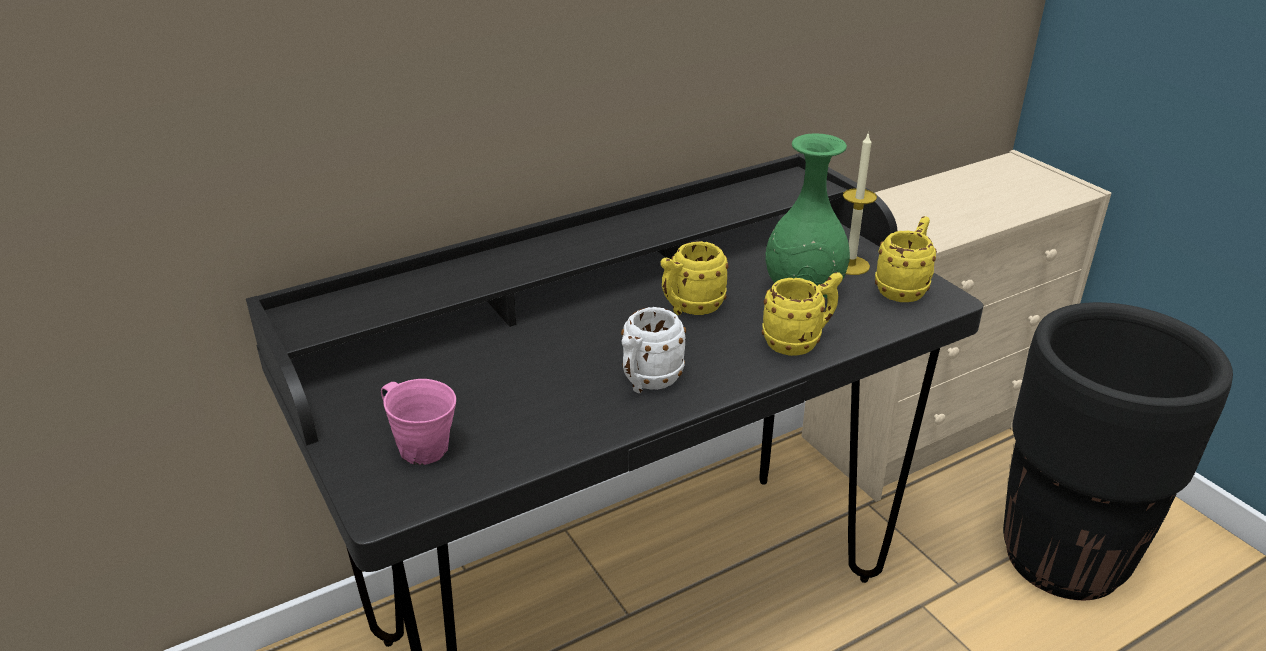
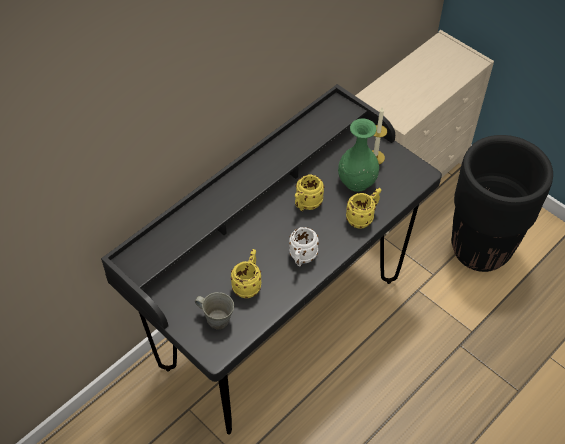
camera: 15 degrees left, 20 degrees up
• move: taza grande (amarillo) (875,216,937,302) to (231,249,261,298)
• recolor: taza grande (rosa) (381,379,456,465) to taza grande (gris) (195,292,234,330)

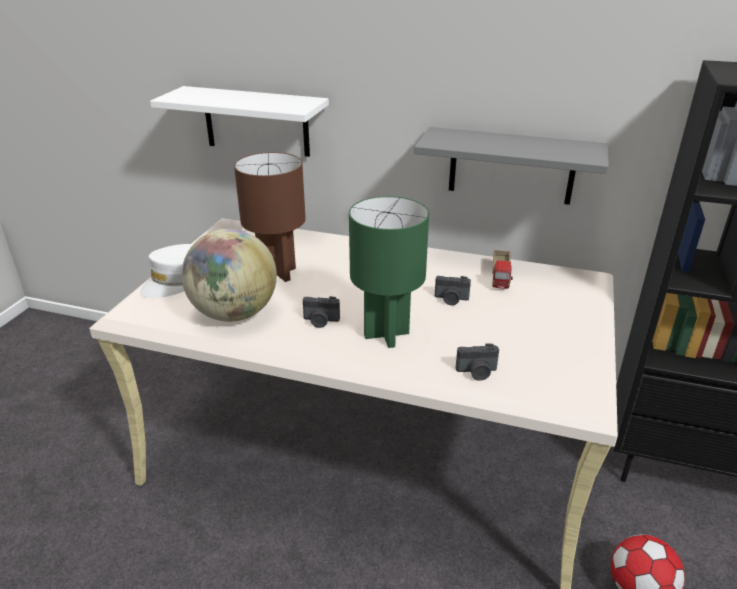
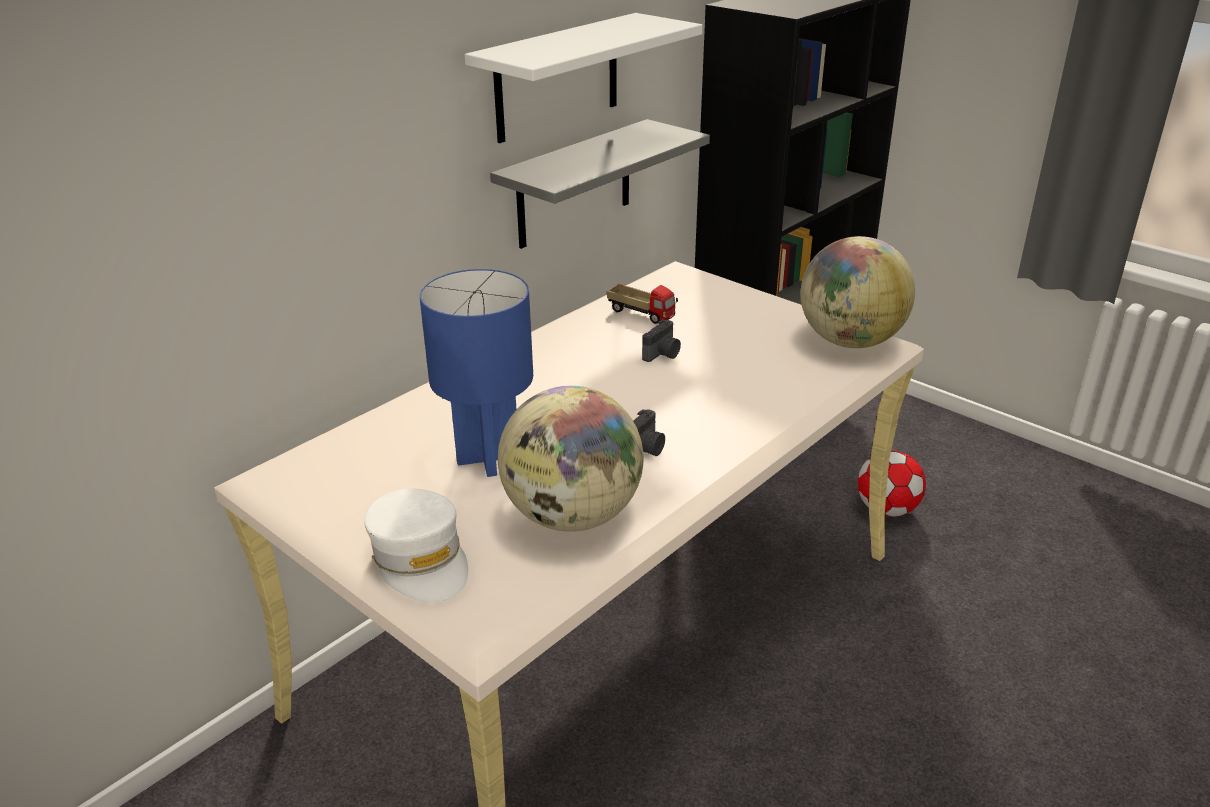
camera: 65 degrees left, 0 degrees up
• delete: lámpara de mesa (verde) (349,196,429,348)
• delete: cámara (456,343,499,381)
• insert: globo terráqueo (800,236,915,348)
• move: estante (blanco) (150,86,329,157) to (465,13,703,143)
• recolor: lámpara de mesa (marrón) (234,152,306,282) to lámpara de mesa (azul) (420,269,533,477)

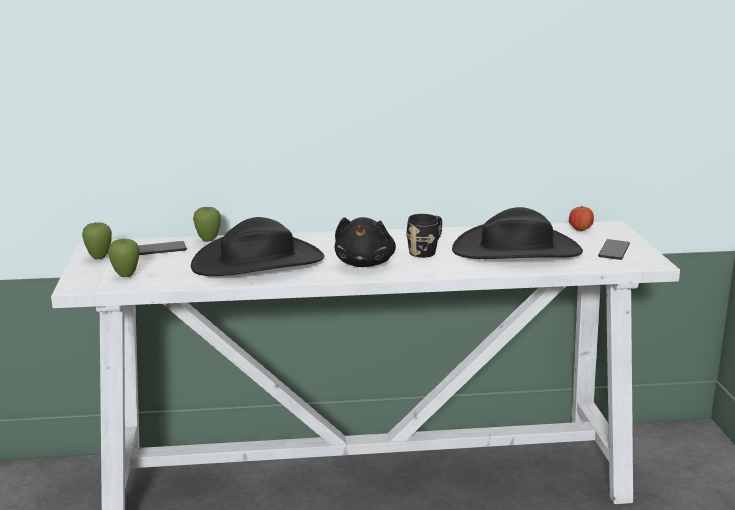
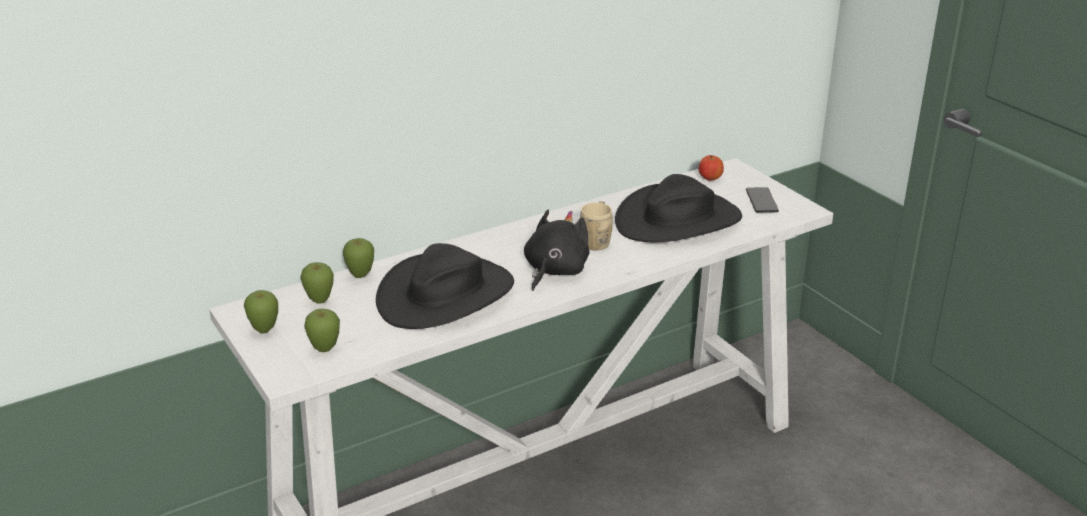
camera: 25 degrees left, 10 degrees up
• replace: móvil (139,241,187,255) to manzana (300,262,334,304)
• recolor: taza grande (negro) (406,214,442,258) to taza grande (beis) (580,201,613,251)
• rotate: peluche (negro) (335,217,396,267) = (524,210,589,291) 135 degrees counterclockwise

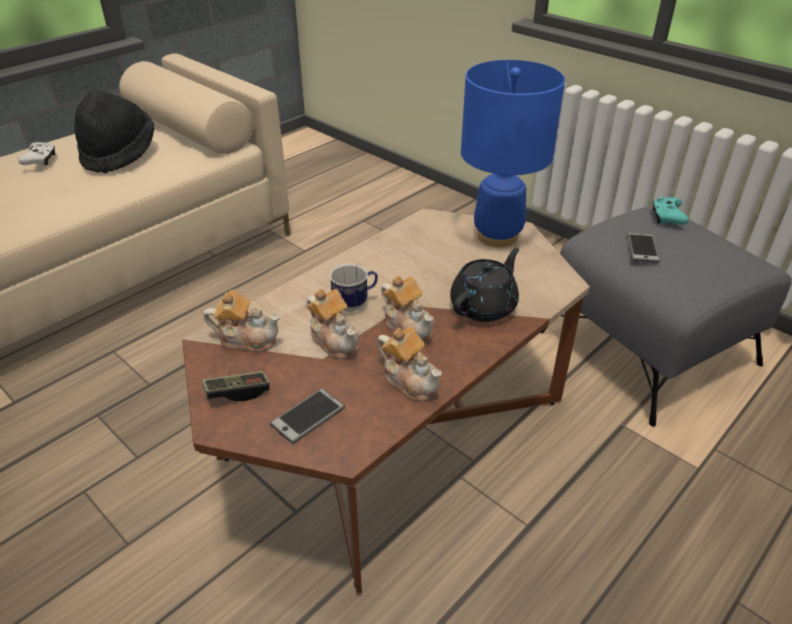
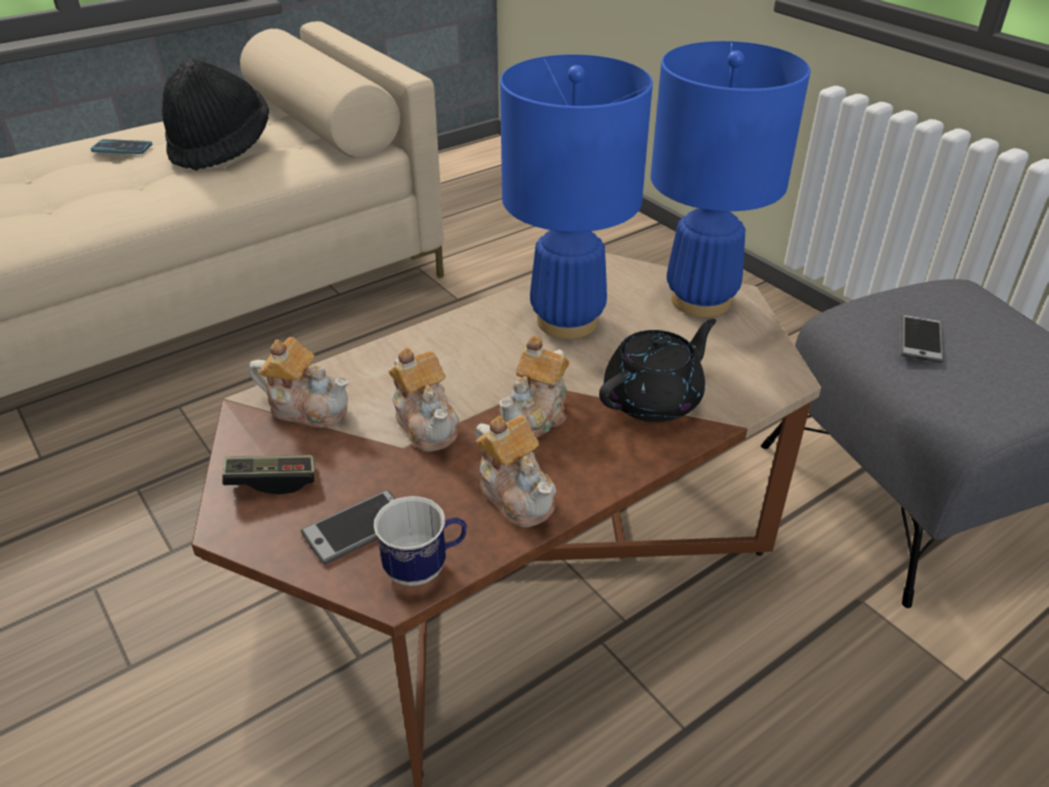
camera: 10 degrees right, 0 degrees up
• delete: mando de consola (turquesa) (653,197,689,225)
• insert: lámpara de mesa (azul) (500,55,653,339)
• move: taza grande (329,263,378,312) to (374,496,467,586)
• replace: mando de consola (blanco) (18,142,55,166) to móvil (90,139,153,154)
• rotate: tetera (381,275,434,343) = (499,336,569,438) 60 degrees clockwise

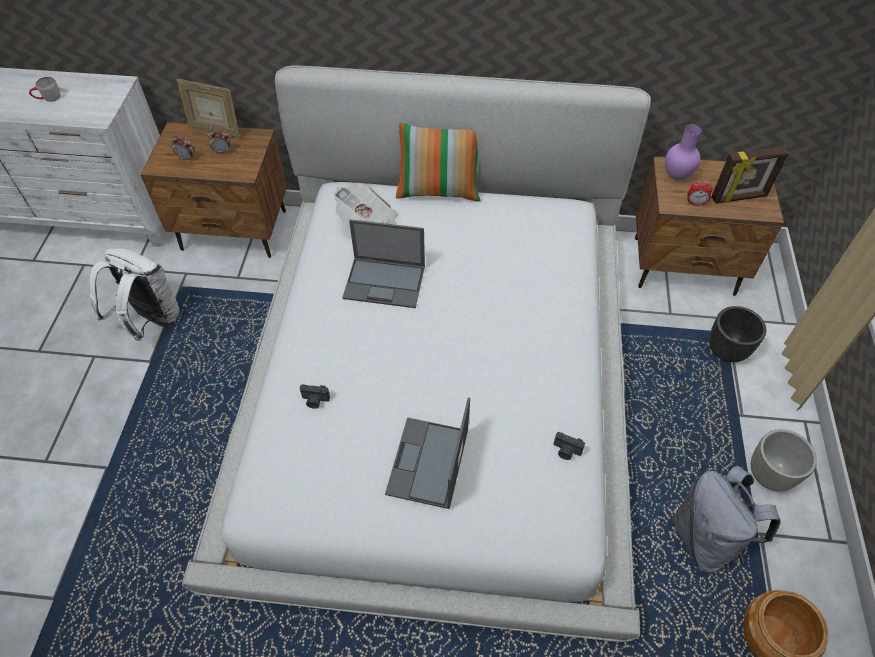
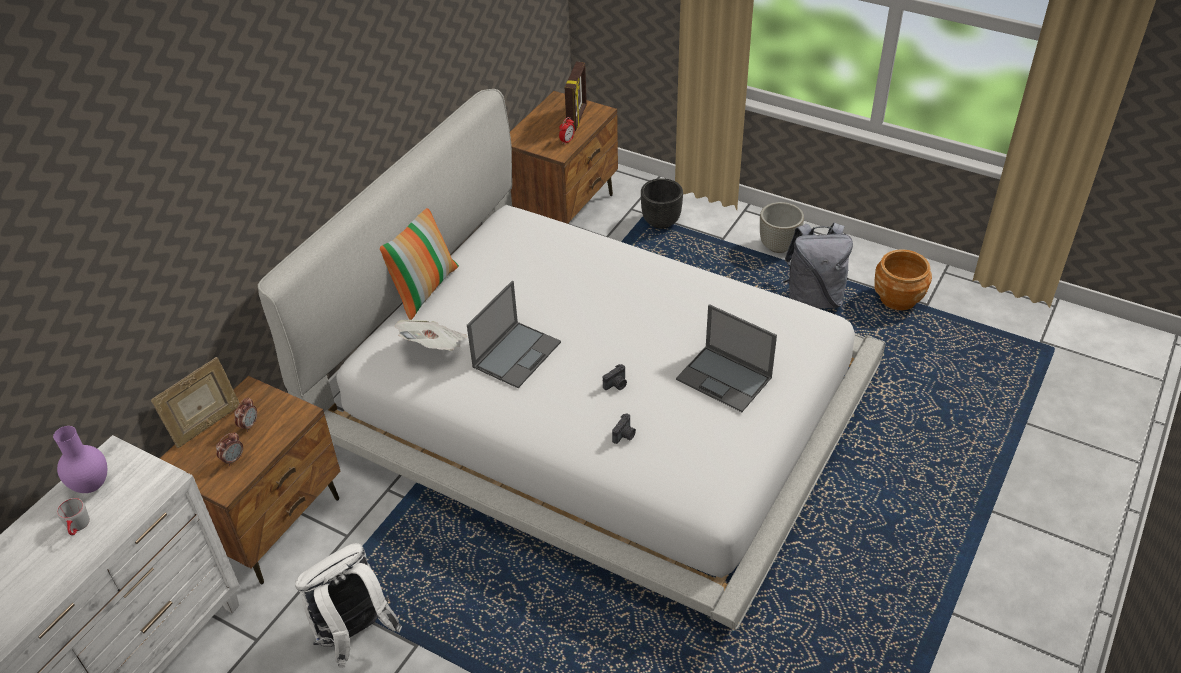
camera: 65 degrees left, 10 degrees down
• move: cámara (554,432,585,460) to (603,364,627,390)
• move: florero (morado) (665,125,701,180) to (53,426,107,493)

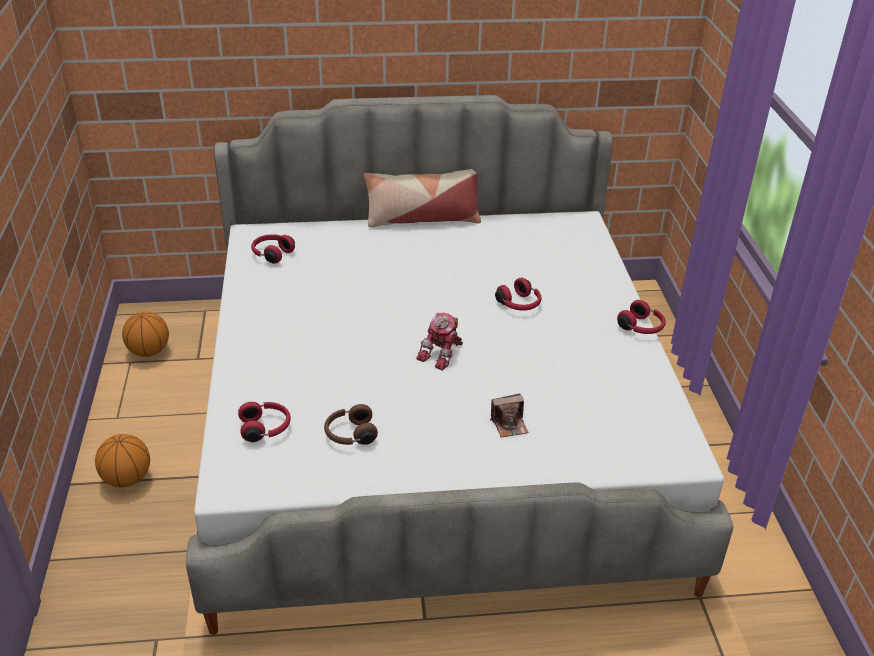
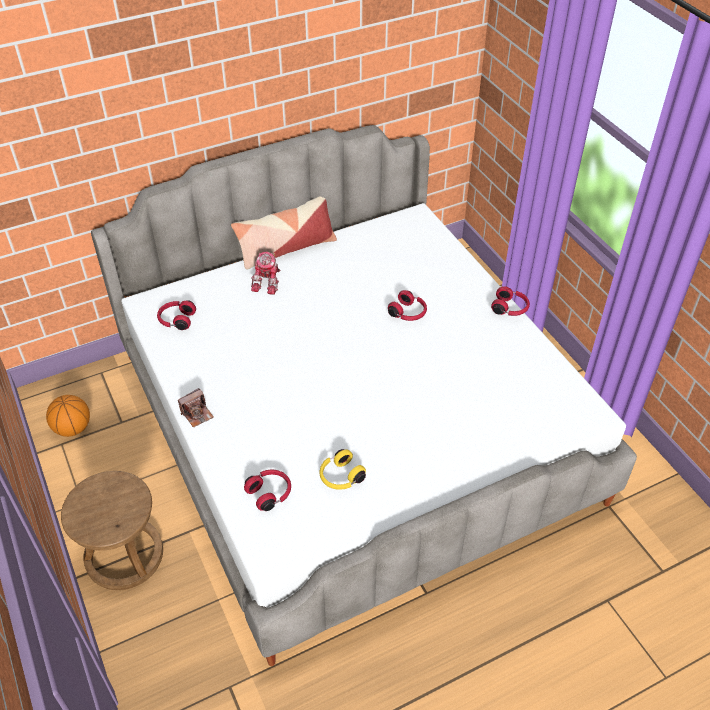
camera: 20 degrees left, 10 degrees up
• move: robot de juguete (416,313,463,371) to (251,252,280,295)
• move: cámara (490,393,529,438) to (178,388,214,428)
• replace: balón de baloncesto (95,434,150,487) to taburete (marrón) (61,471,163,590)
• recolor: auriculares (marrón) (324,404,378,445) to auriculares (amarillo) (319,449,366,490)

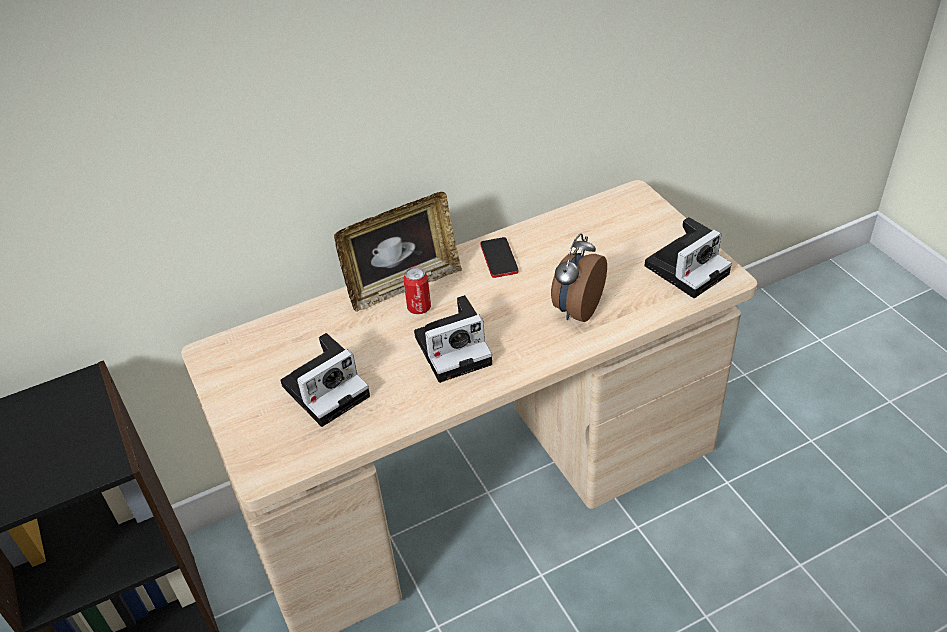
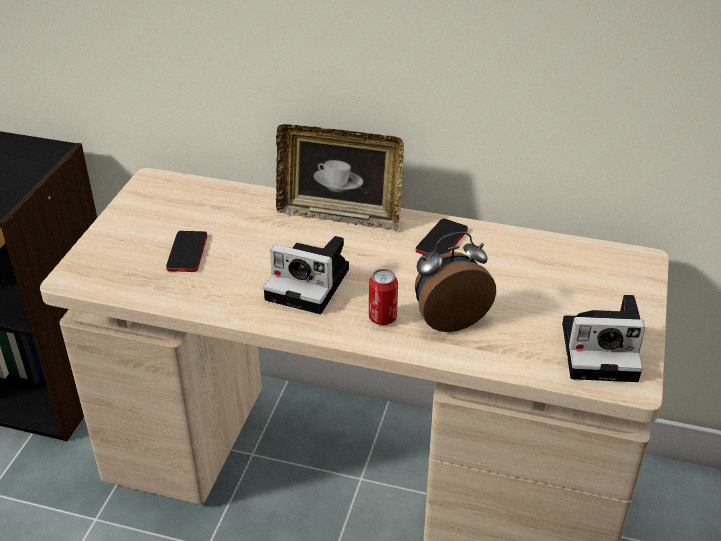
camera: 40 degrees right, 5 degrees down
• move: lata (403,266,431,314) to (369,269,398,325)
• replace: cámara (280,333,370,427) to móvil (166,231,207,272)

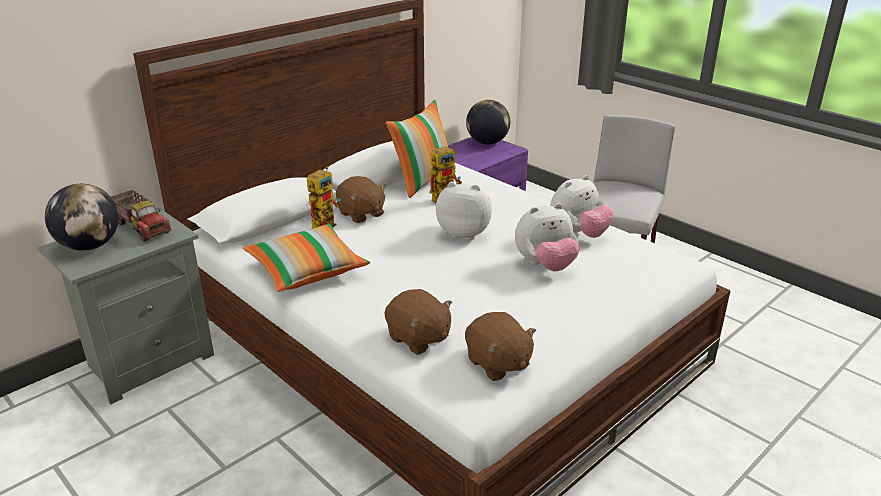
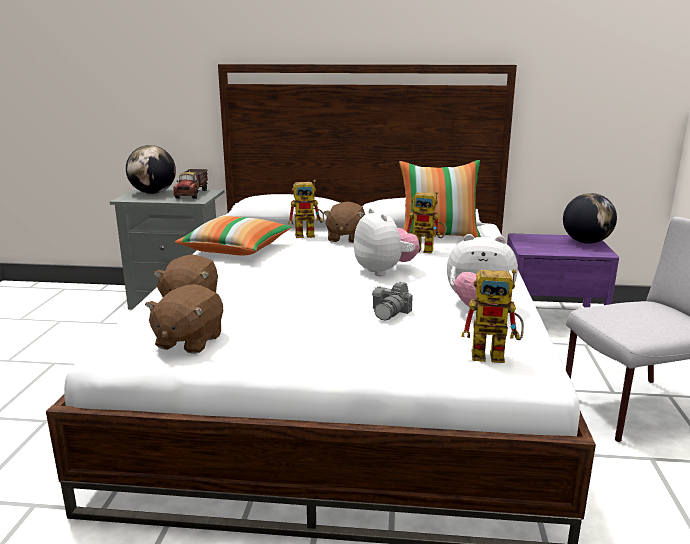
camera: 50 degrees right, 10 degrees down
• insert: robot de juguete (462,269,524,363)
• replace: peluche (515,203,579,271) to cámara (372,282,413,320)

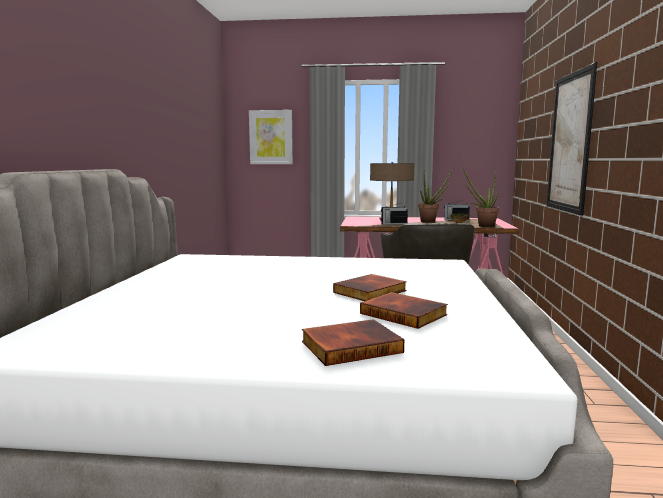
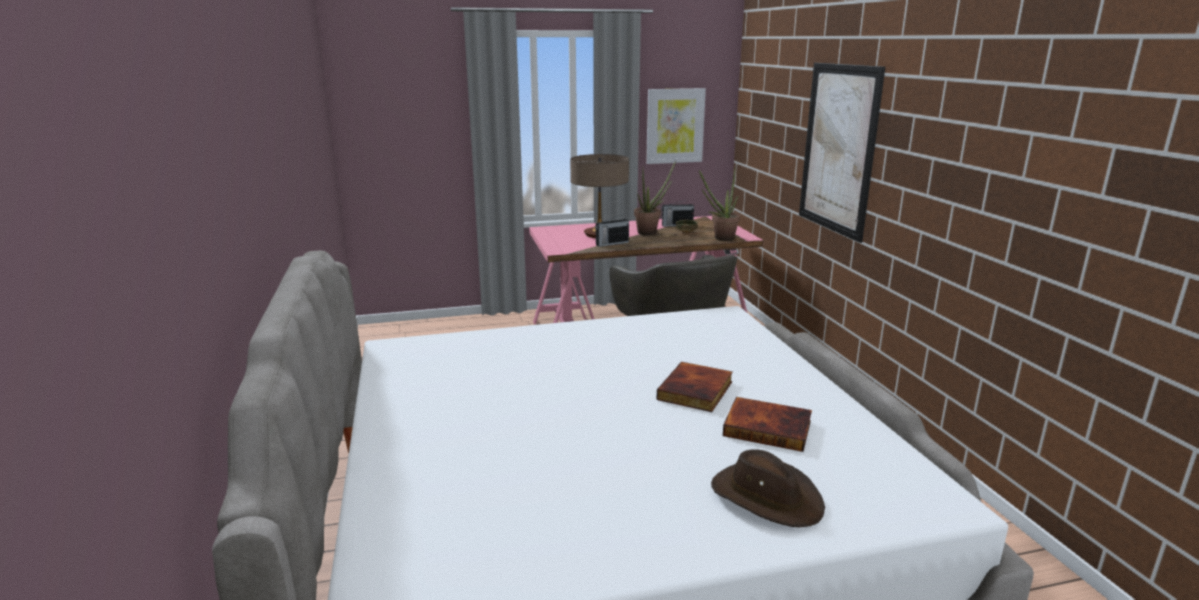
camera: 20 degrees left, 10 degrees up
• move: cuadro (249,110,293,164) to (646,88,706,164)
• replace: libro (302,319,405,366) to sombrero (marrón) (711,449,825,527)

